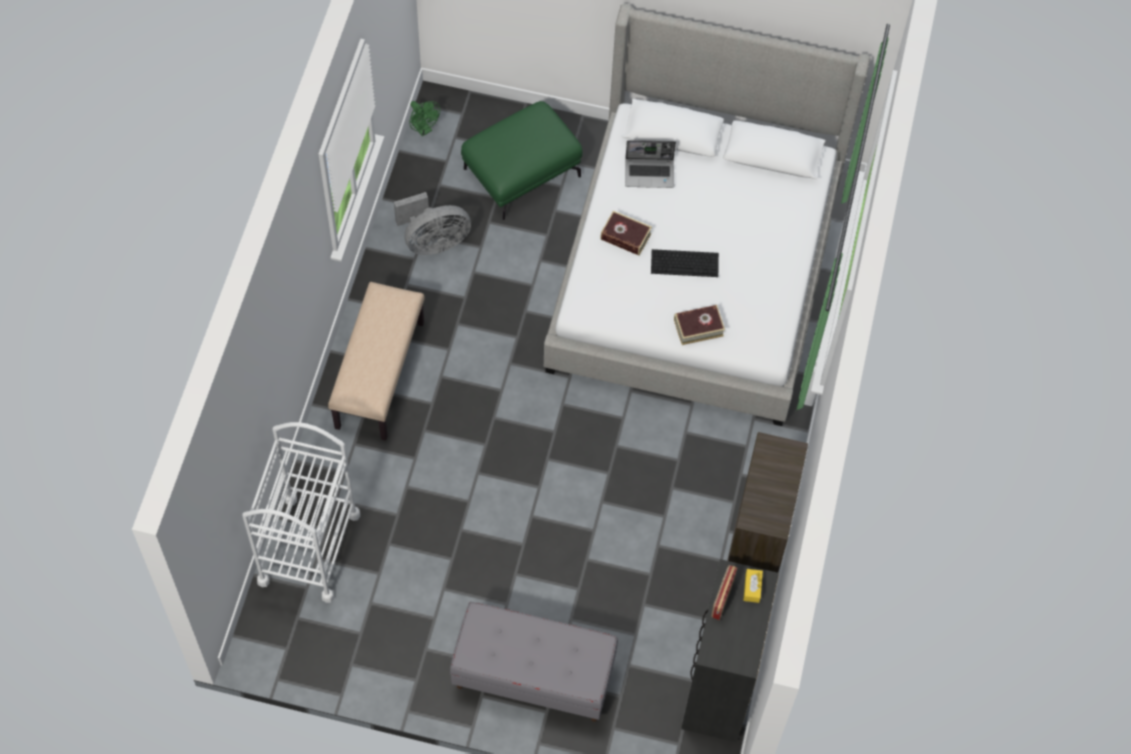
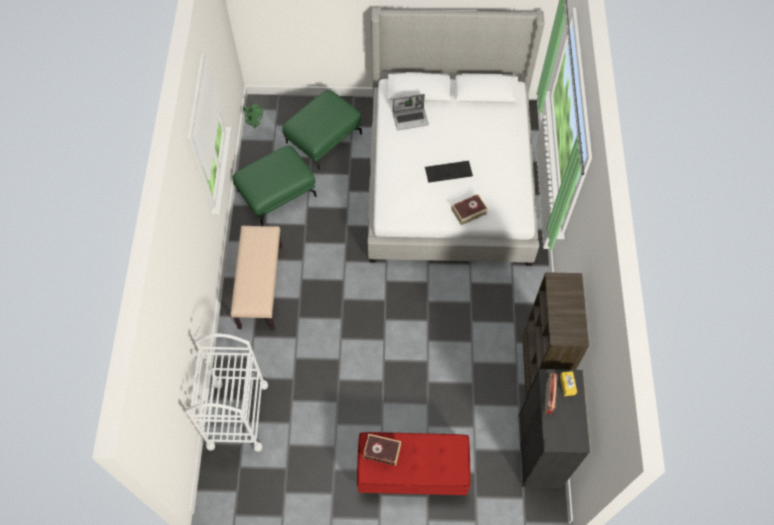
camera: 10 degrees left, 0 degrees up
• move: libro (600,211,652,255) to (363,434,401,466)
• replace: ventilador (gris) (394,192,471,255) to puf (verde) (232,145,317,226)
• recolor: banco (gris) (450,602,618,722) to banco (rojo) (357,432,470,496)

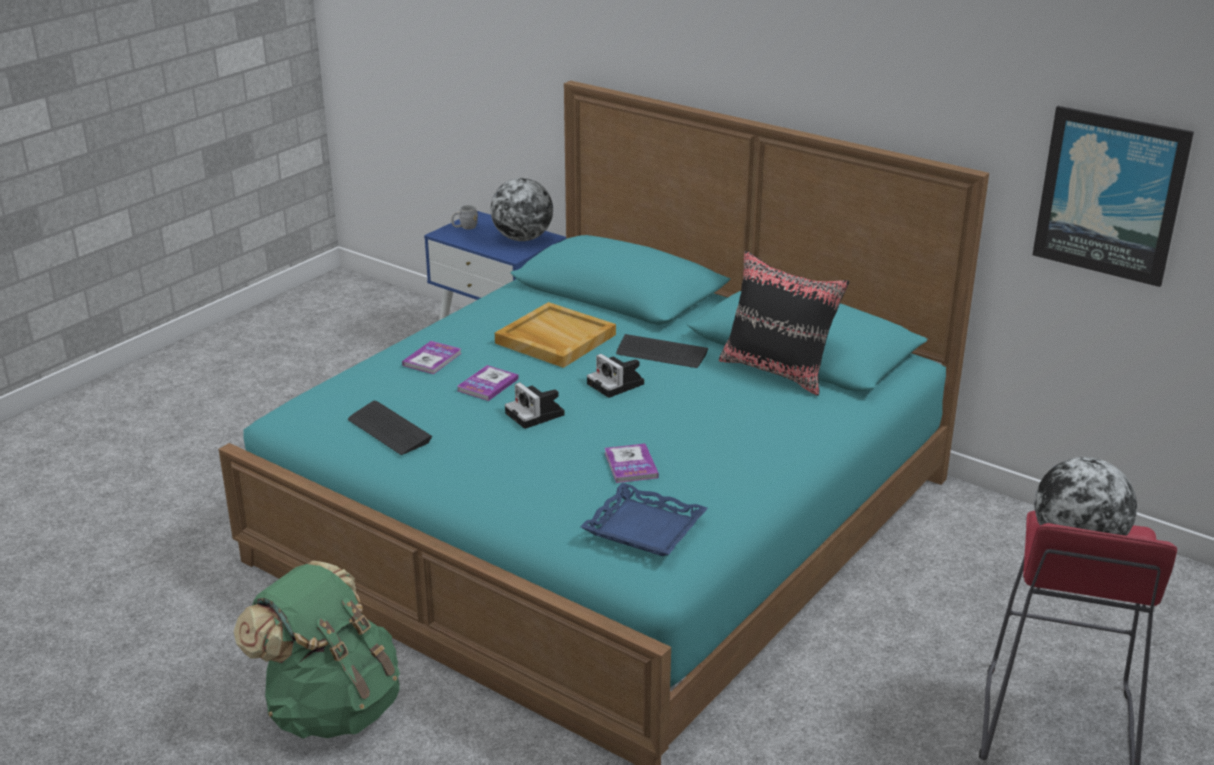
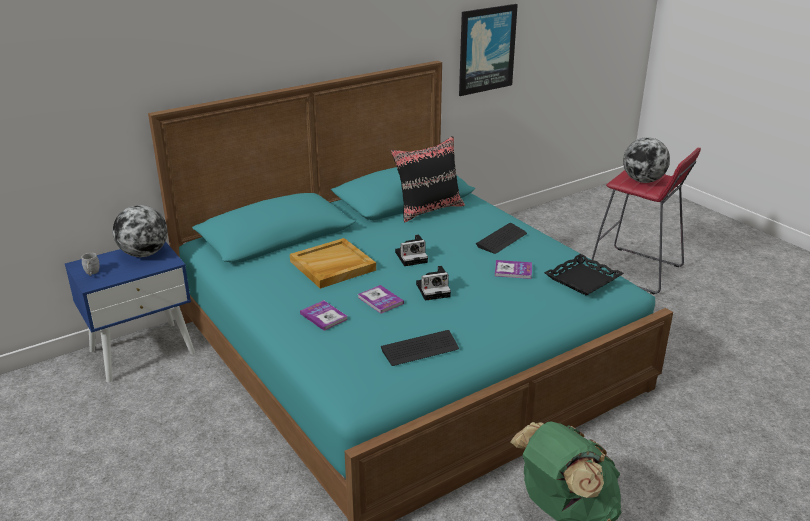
camera: 70 degrees left, 0 degrees up
• move: teclado (616,334,708,368) to (476,223,527,254)
• recolor: bandeja (azul) (580,483,708,556) to bandeja (negro) (544,254,624,296)

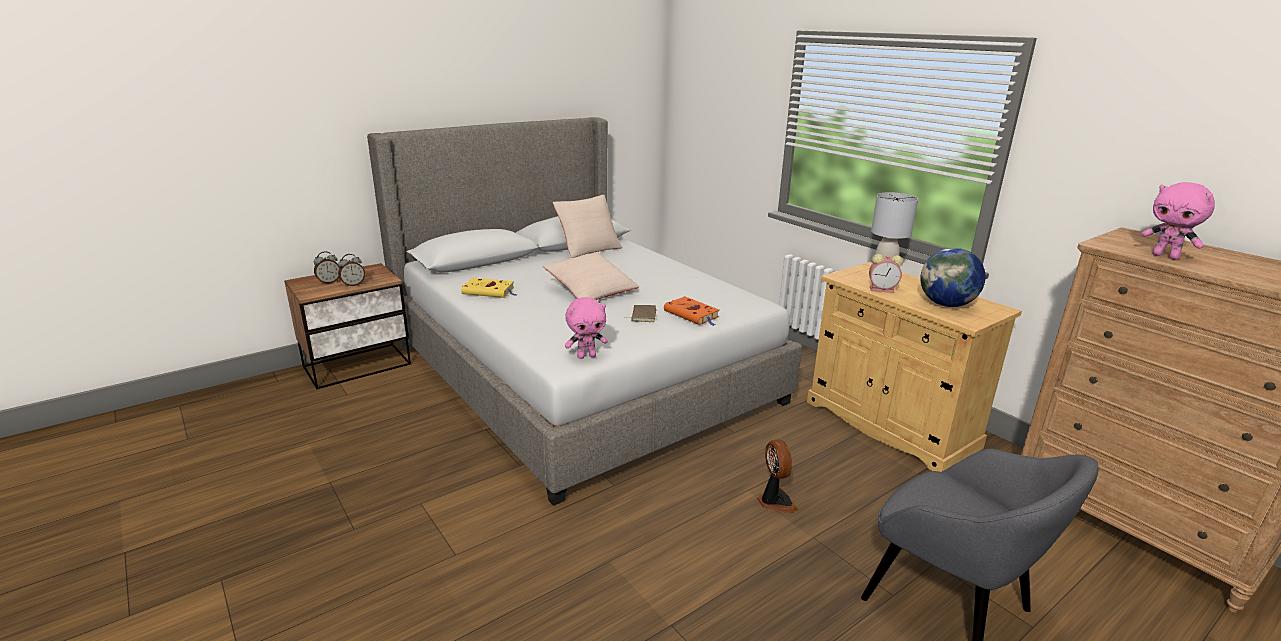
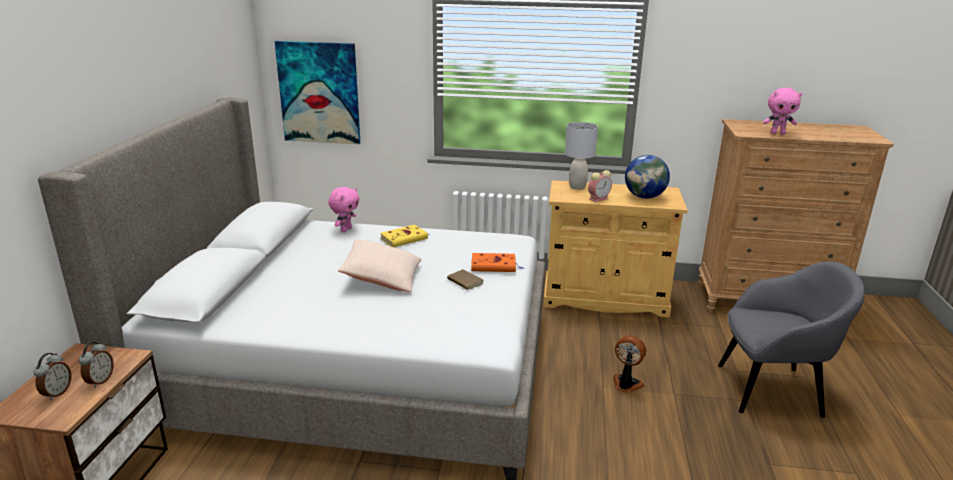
camera: 45 degrees left, 0 degrees up
• delete: cojín (beis) (553,195,622,258)
• insert: cuadro (275,41,360,144)
• move: libro (amarillo) (461,278,518,298) to (380,225,430,247)
• move: peluche (rosa) (565,297,608,359) to (328,187,359,232)

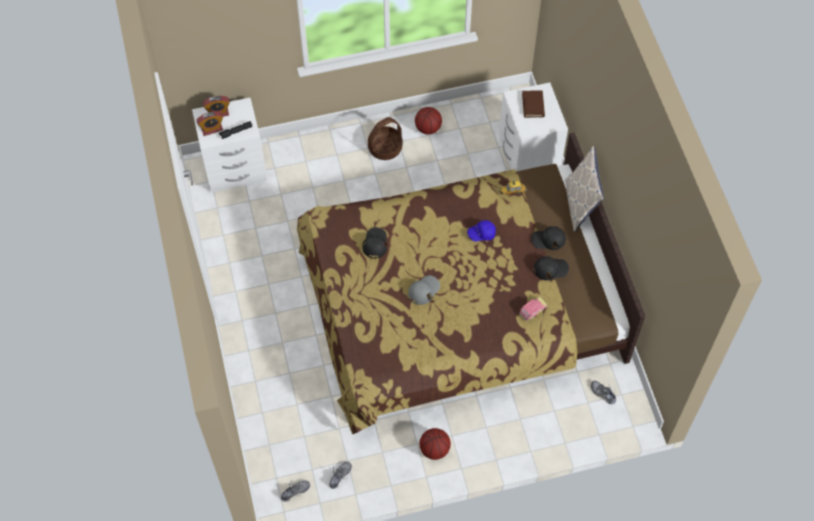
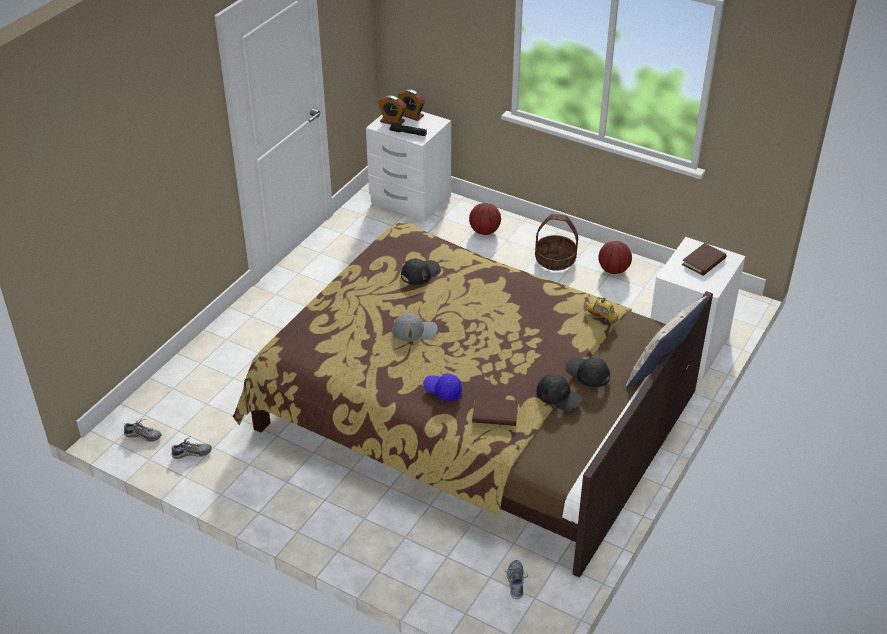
camera: 45 degrees right, 20 degrees down
• move: balón de baloncesto (419,428,451,460) to (469,203,501,235)
• move: gorra (azul) (467,220,496,241) to (423,373,462,401)
• replace: coche de juguete (519,297,547,321) to libro (marrón) (472,397,518,426)

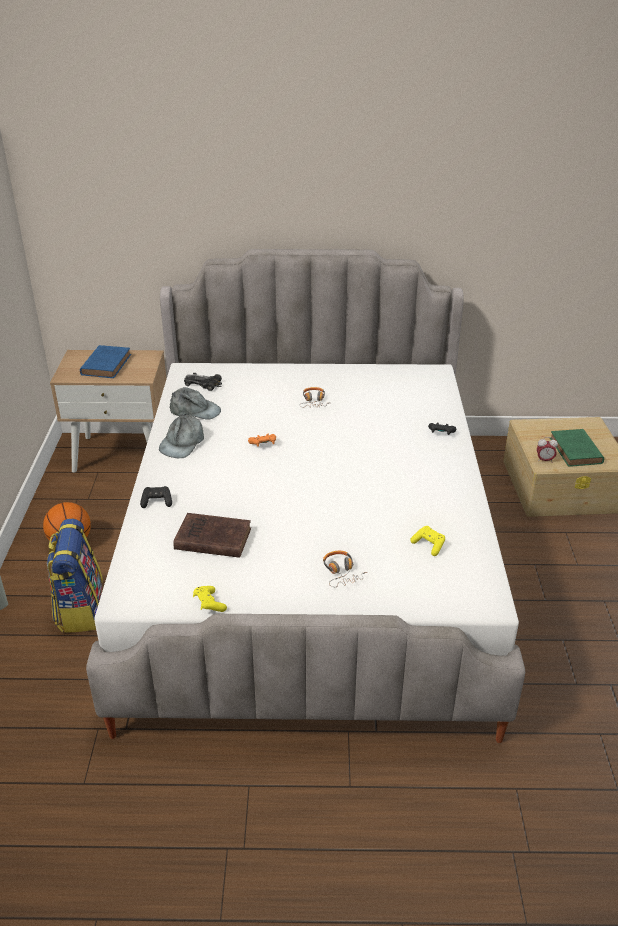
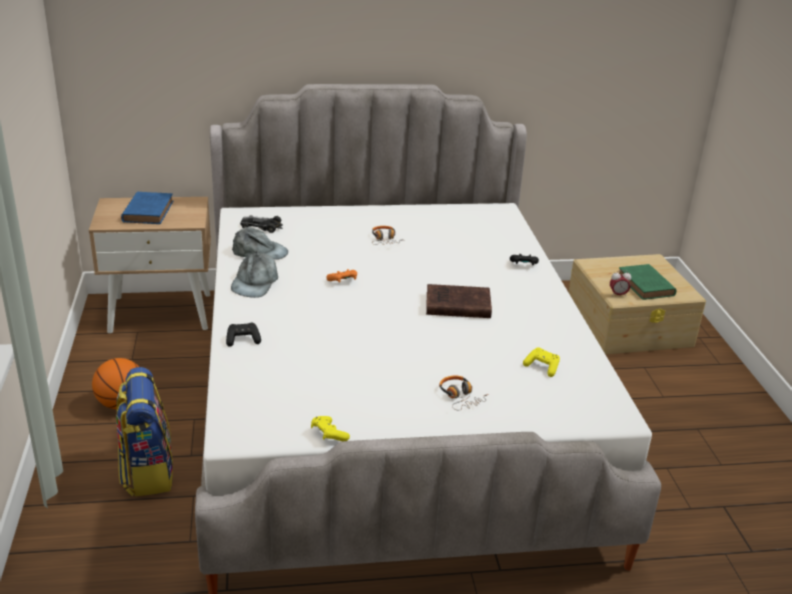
camera: 10 degrees left, 5 degrees down
• move: libro (marrón) (173,513,251,558) to (426,284,492,318)

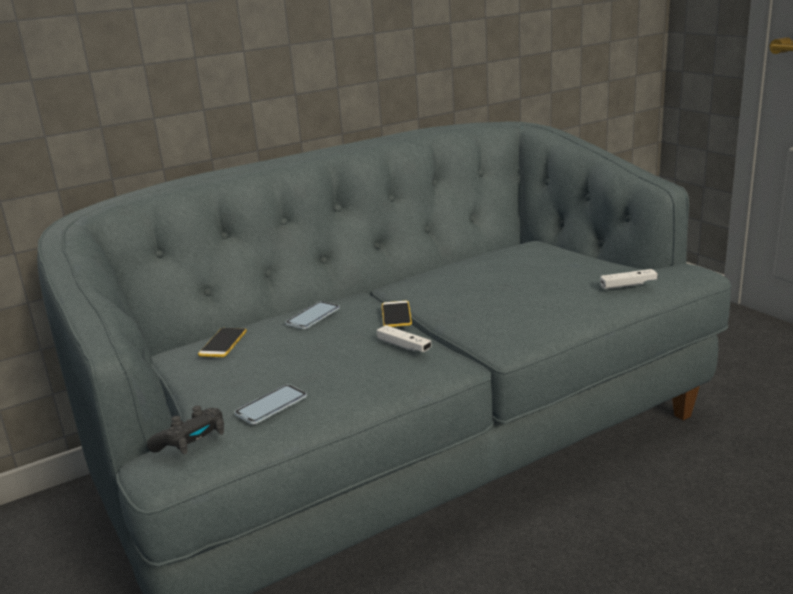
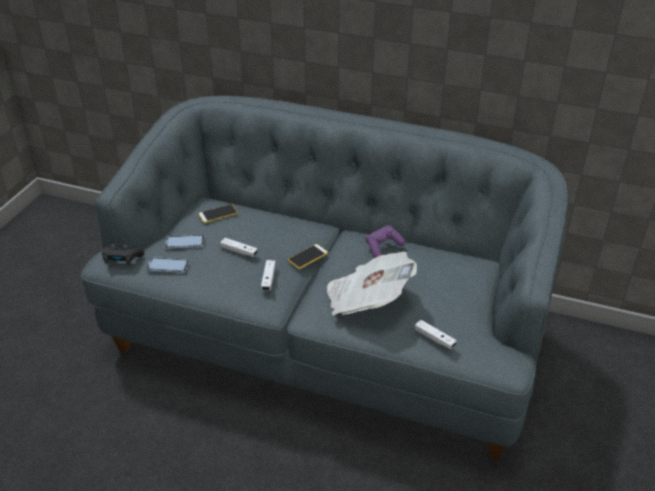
camera: 50 degrees right, 15 degrees up
• insert: mando de consola (blanco) (220,238,258,257)
• insert: periódico (327,252,417,315)
• insert: mando de consola (morado) (366,226,405,258)
• move: móvil (285,301,340,329) to (165,235,205,249)

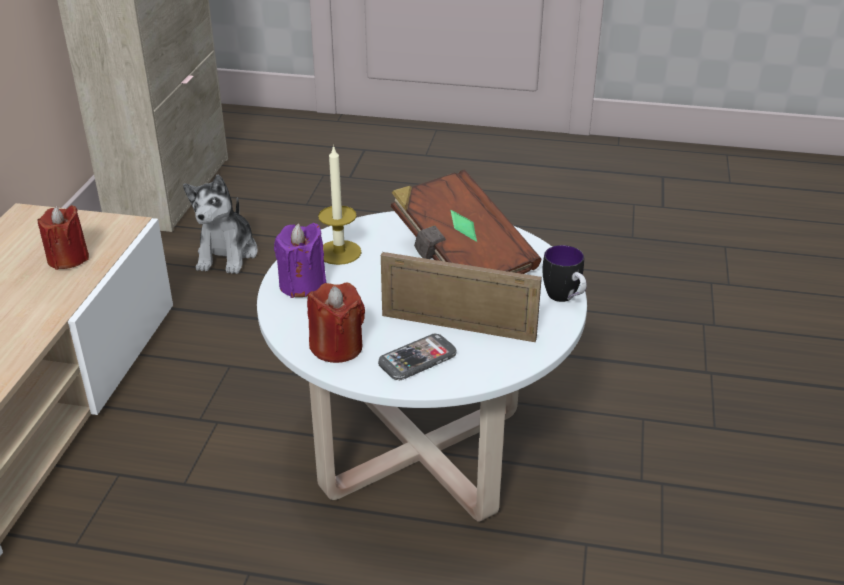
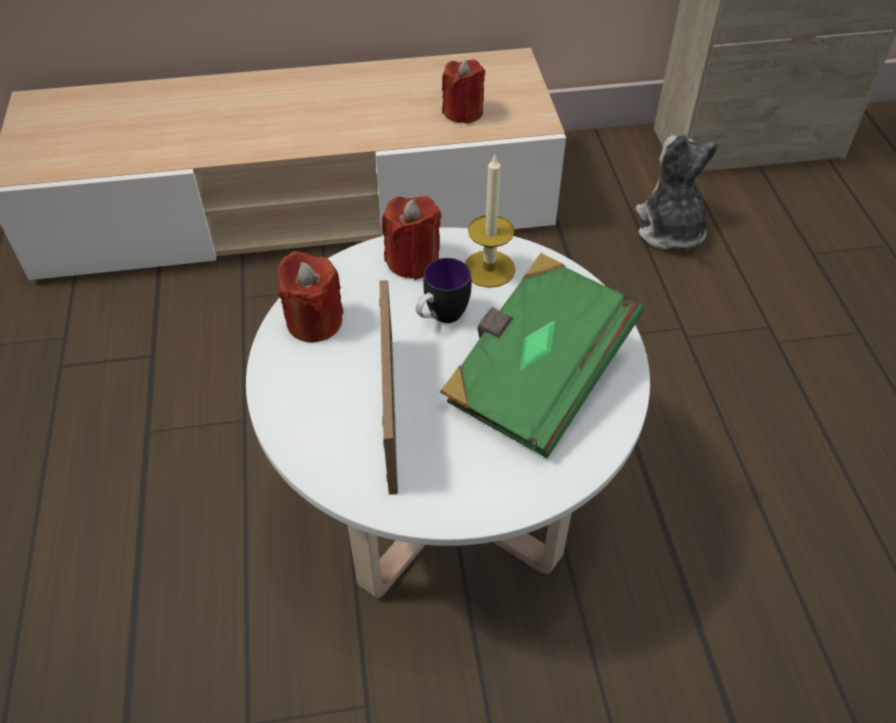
camera: 70 degrees right, 15 degrees up
• delete: móvil (378,334,457,380)
• move: taza grande (542,245,587,302) to (416,258,471,323)
• recolor: vela (morado) (274,223,326,298) to vela (rojo) (382,196,441,280)
• recolor: libro (marrón) (391,169,542,274) to libro (verde) (440,253,644,458)
• rotate: peluche (183,174,258,274) = (635,133,720,250) 90 degrees clockwise

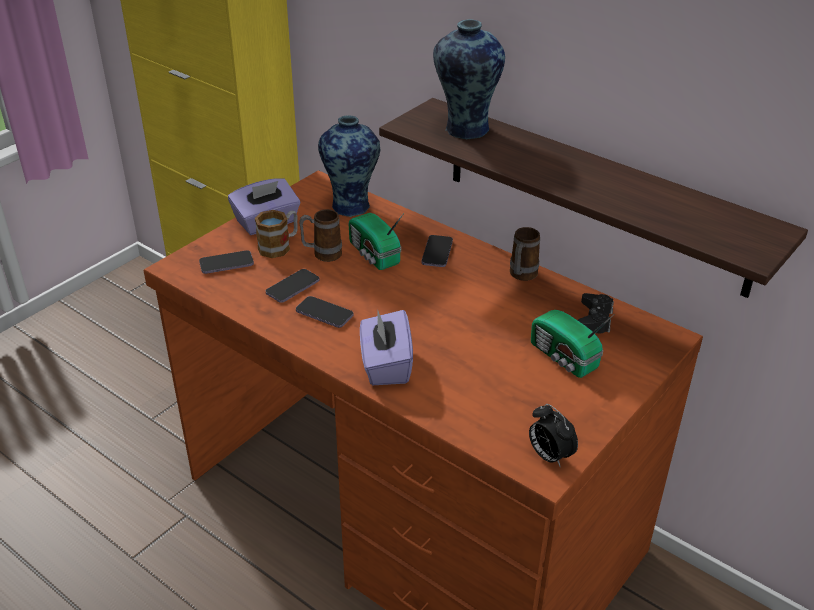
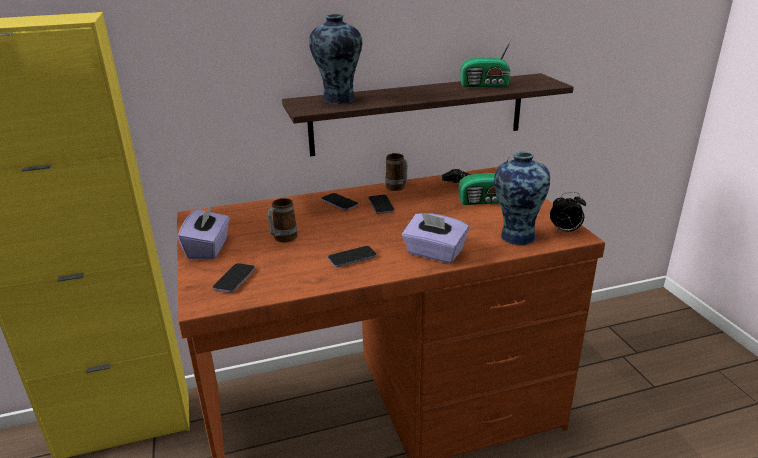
camera: 55 degrees left, 10 degrees down
• delete: taza grande (255,210,298,258)
• move: móvil (266,269,320,303) to (369,195,395,214)
• move: florero (318,115,381,217) to (494,152,550,245)
• move: radio (349,213,404,270) to (460,36,513,87)

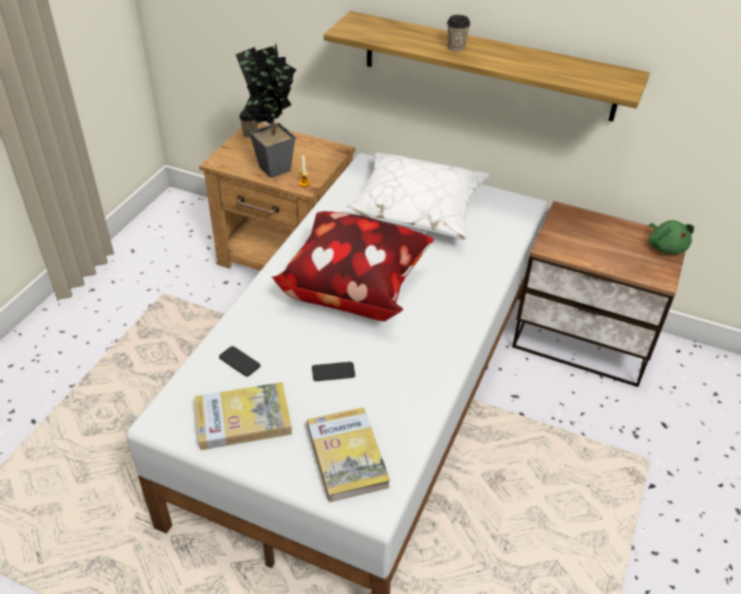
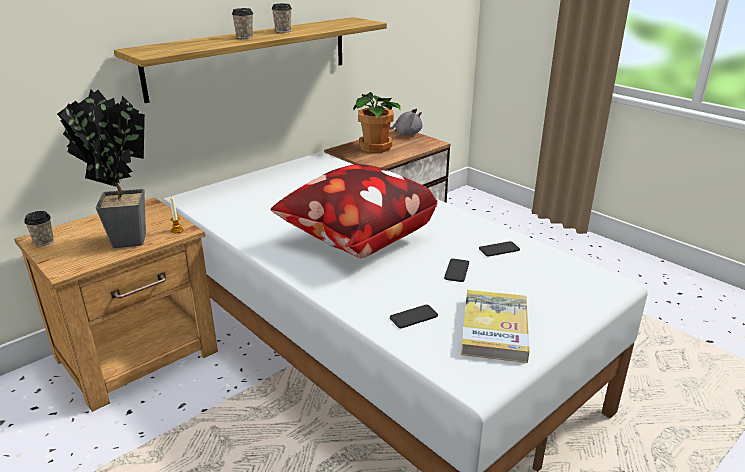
camera: 65 degrees left, 15 degrees down
• delete: libro (307,407,390,502)
• delete: cojín (blanco) (340,152,490,239)
• insert: taza (272,3,292,33)
• insert: planta en maceta (353,92,401,153)
• insert: móvil (479,241,520,257)
• recolor: peluche (verde) (649,220,694,254) to peluche (gris) (389,108,422,136)

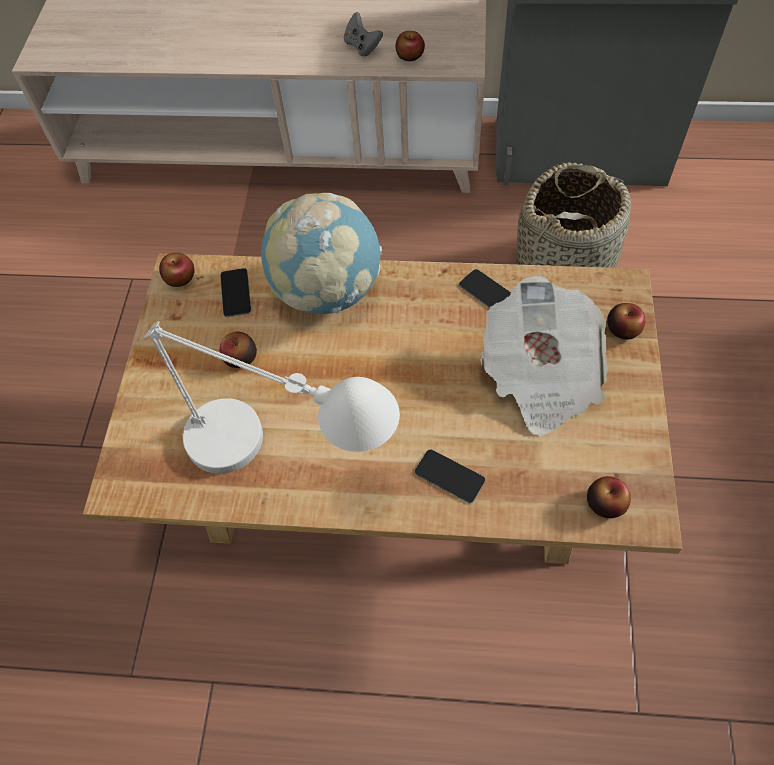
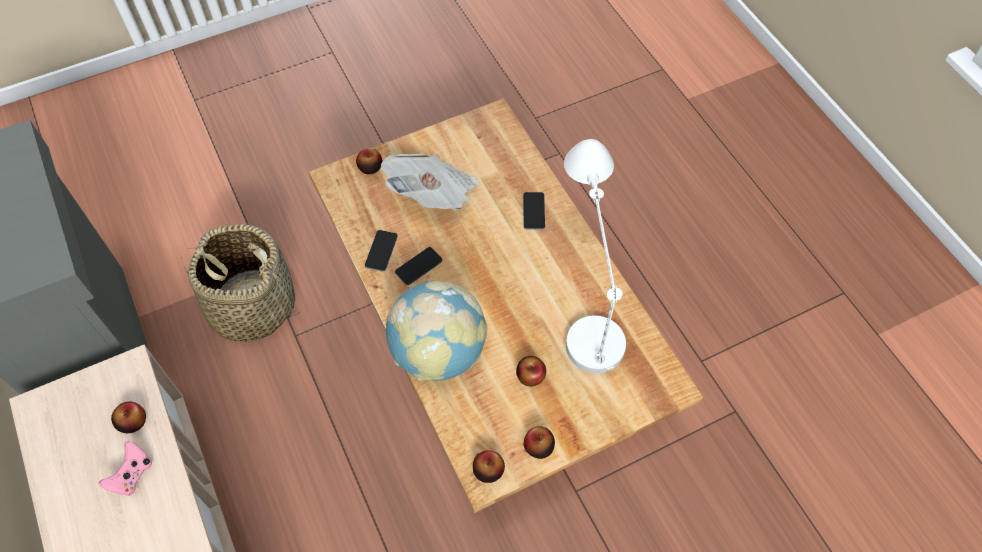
camera: 125 degrees left, 0 degrees up
• move: móvil (220,268,251,317) to (395,247,442,285)
• move: manzana (587,476,631,518) to (524,426,555,459)
• recolor: mando de consola (gris) (344,12,383,57) to mando de consola (rosa) (99,441,152,496)

